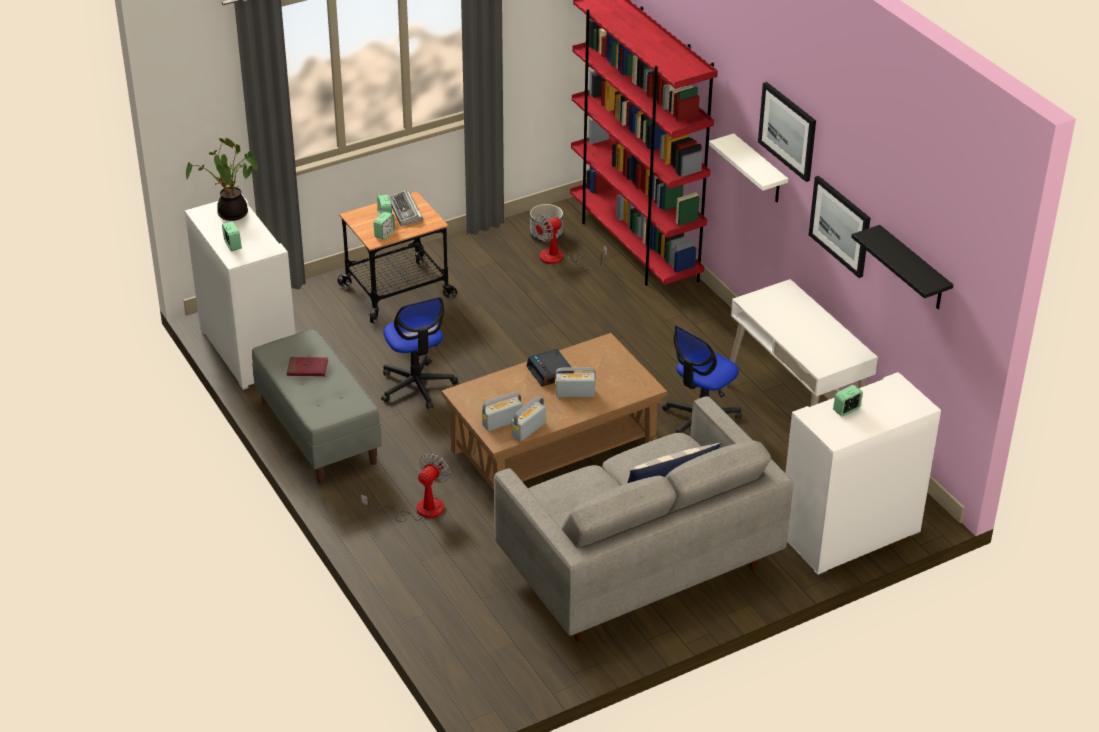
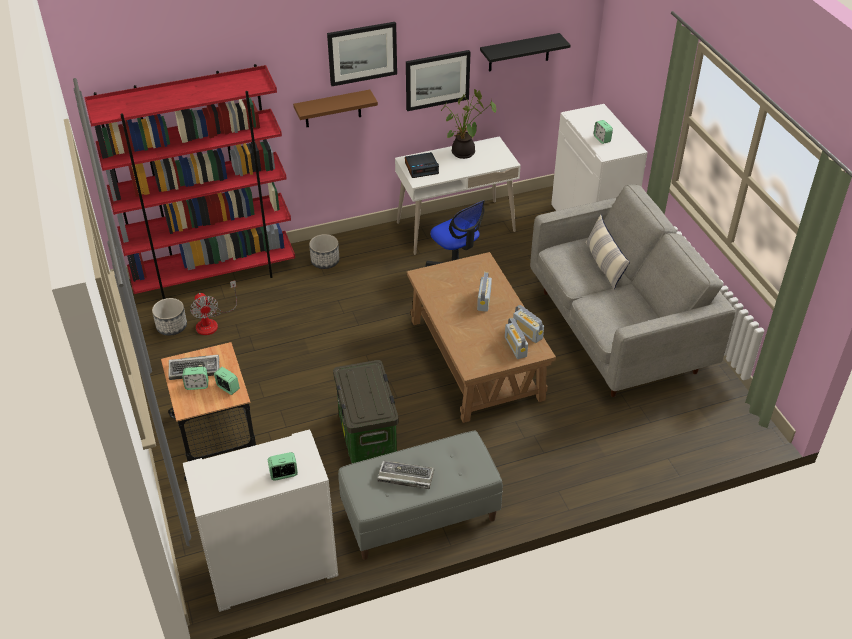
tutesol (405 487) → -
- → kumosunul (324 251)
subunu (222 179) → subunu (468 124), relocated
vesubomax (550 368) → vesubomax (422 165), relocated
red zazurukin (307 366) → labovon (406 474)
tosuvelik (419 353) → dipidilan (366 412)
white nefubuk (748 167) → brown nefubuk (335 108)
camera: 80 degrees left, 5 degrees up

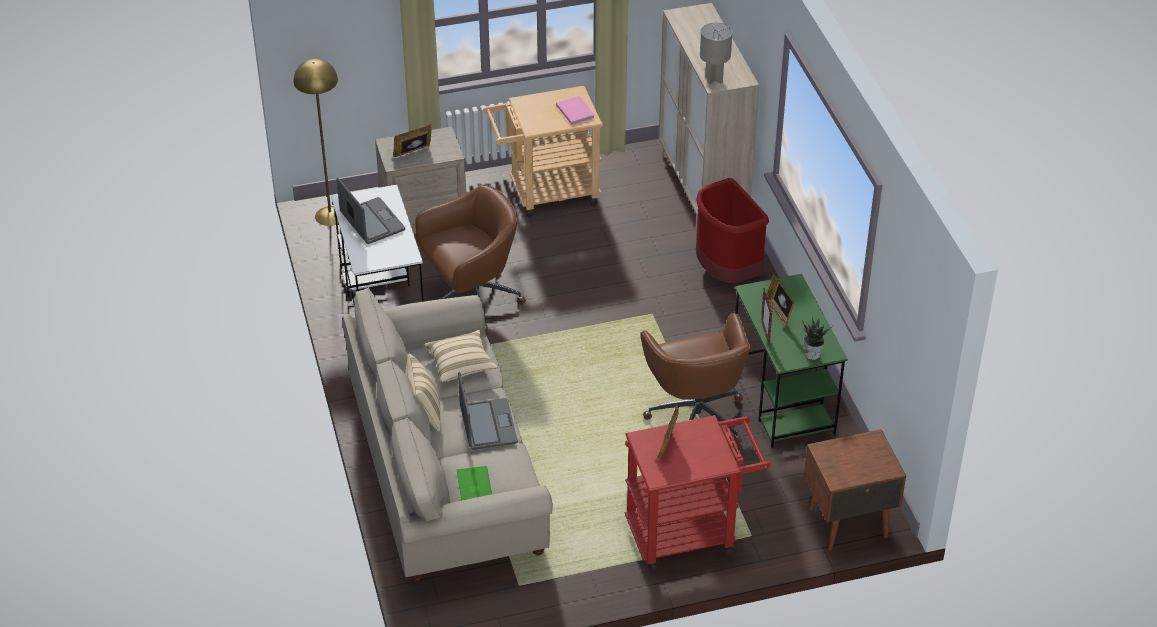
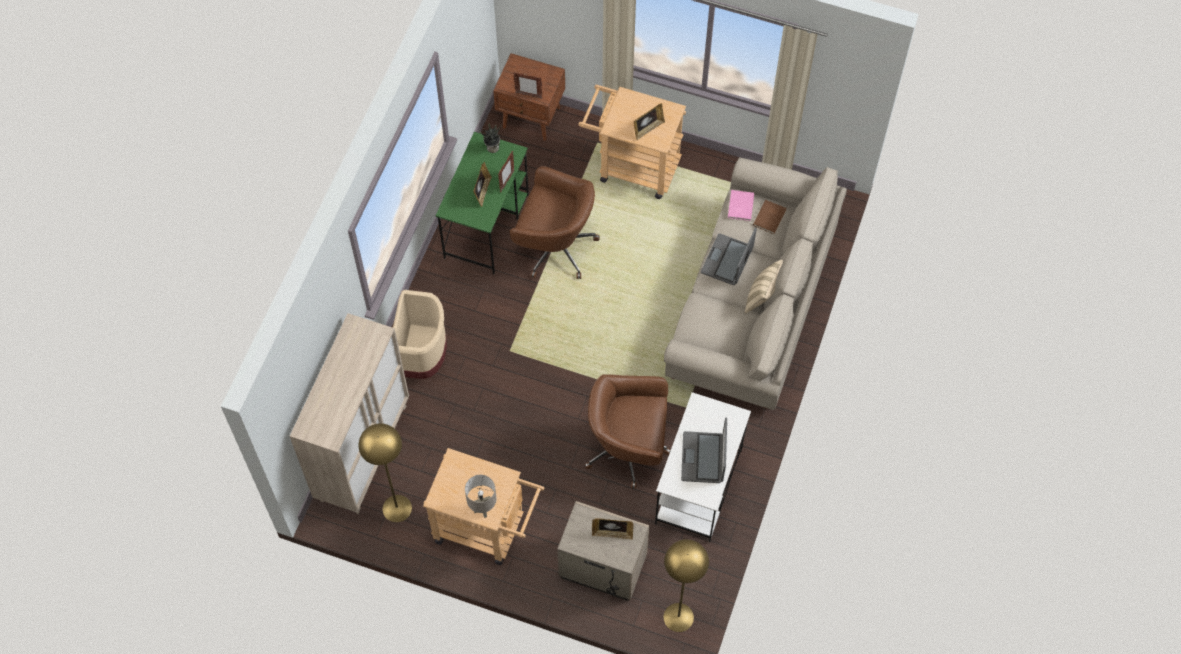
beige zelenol (461 356) → -
- → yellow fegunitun (385 472)
- → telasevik (528 85)
pink zazurukin (575 110) → pink zazurukin (741 205), relocated
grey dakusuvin (716 54) → grey dakusuvin (481 496), relocated
green zazurukin (474 483) → brown zazurukin (770 217)
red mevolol (698 493) → beige mevolol (632 142)
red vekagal (732 230) → beige vekagal (420 334)
brown tosuvelik (695 378) → brown tosuvelik (555 222), 90 degrees clockwise
camera: 145 degrees left, 20 degrees up

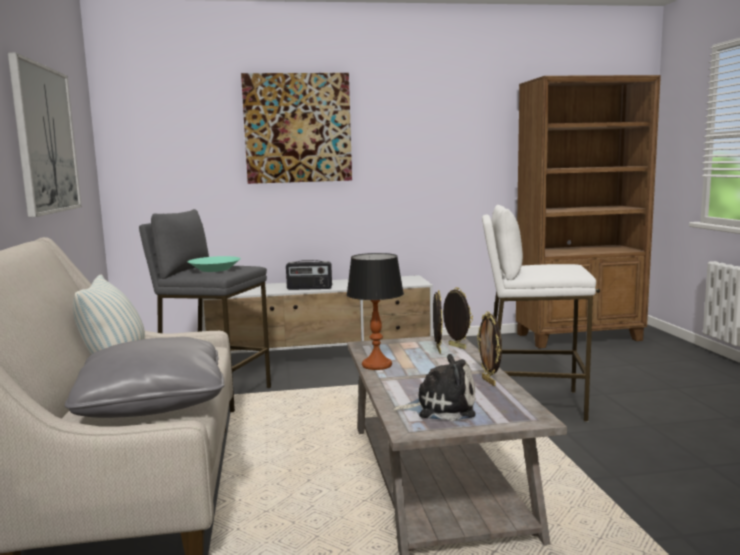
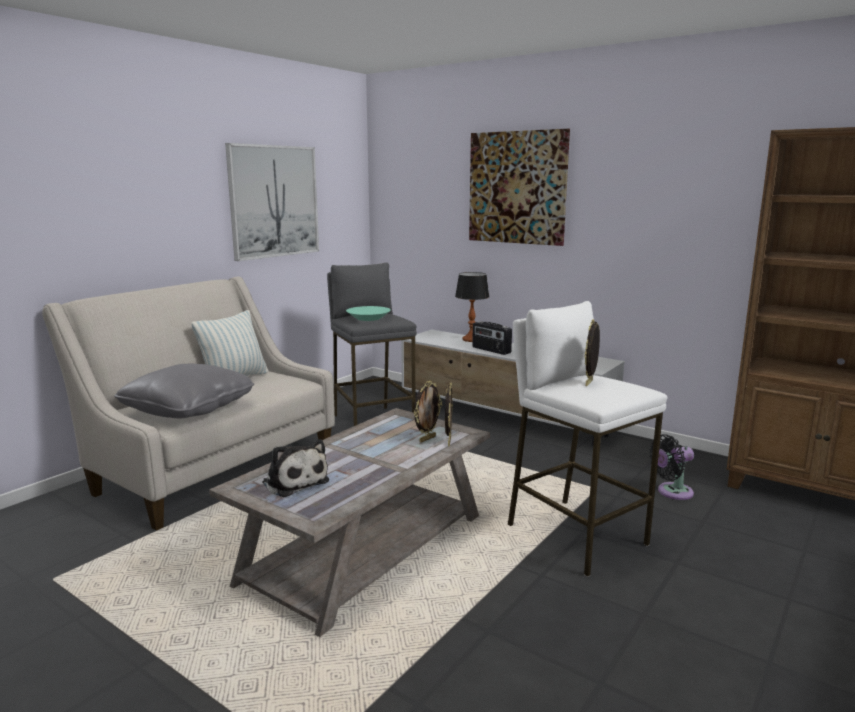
- → black tutesol (672 467)
dakusuvin (375 311) → dakusuvin (472 307), relocated
telasevik (489 348) → telasevik (592 352), relocated
camera: 45 degrees right, 5 degrees up

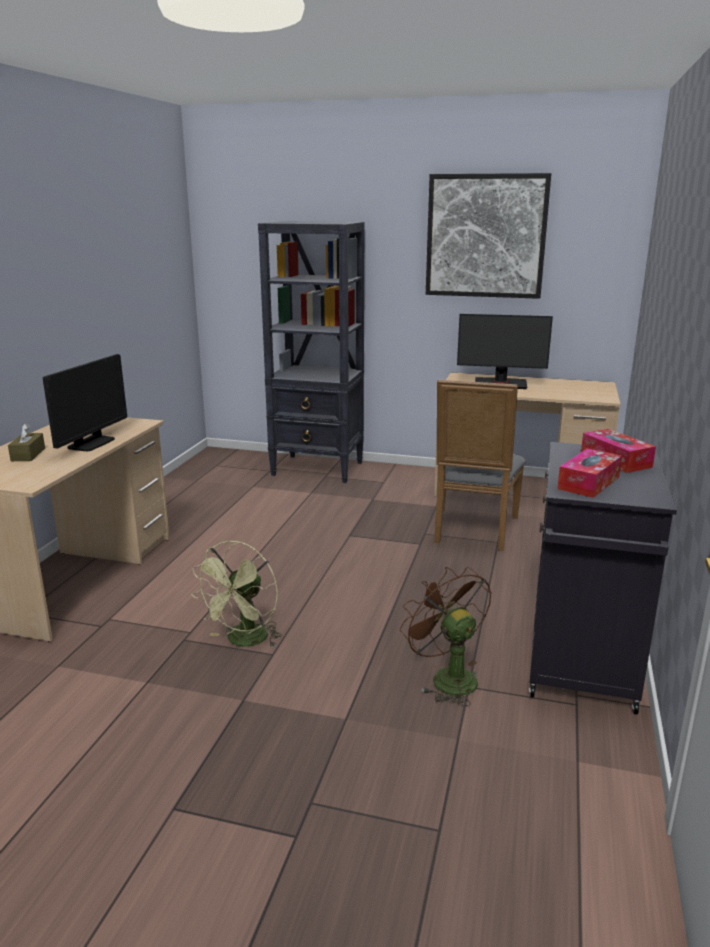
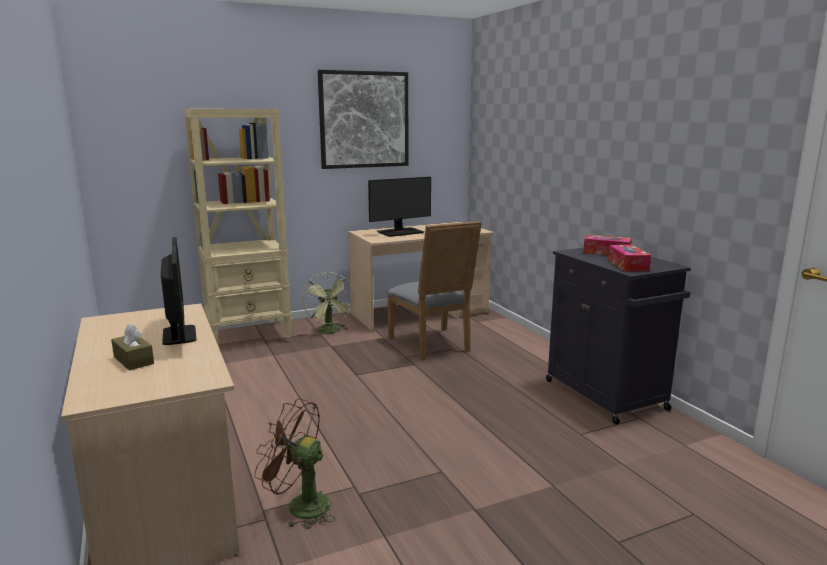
green tutesol (236 594) → green tutesol (328 303), relocated
brown tutesol (445 636) → brown tutesol (294 463), relocated
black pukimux (311 352) → beige pukimux (237 228)
camera: 40 degrees left, 5 degrees down

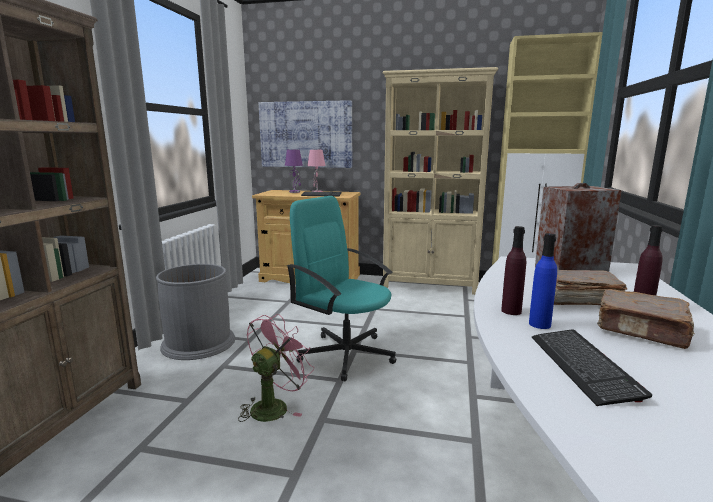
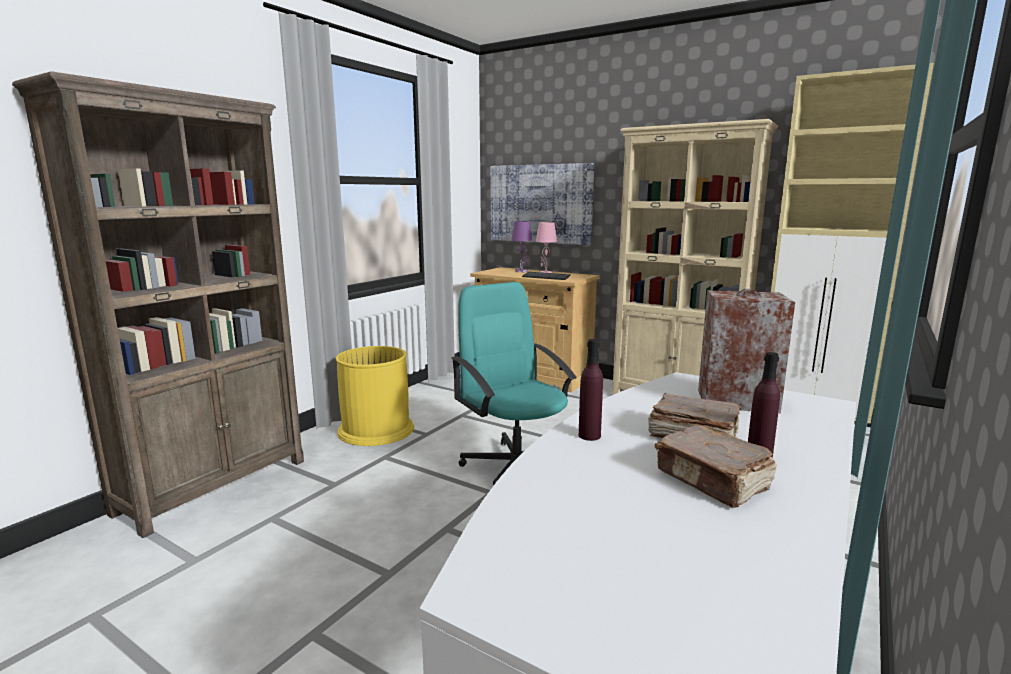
pink tutesol (276 368) → -
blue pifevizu (543 281) → -
labovon (592 368) → -
grey vekagal (195 312) → yellow vekagal (375 396)
camera: 20 degrees right, 0 degrees up

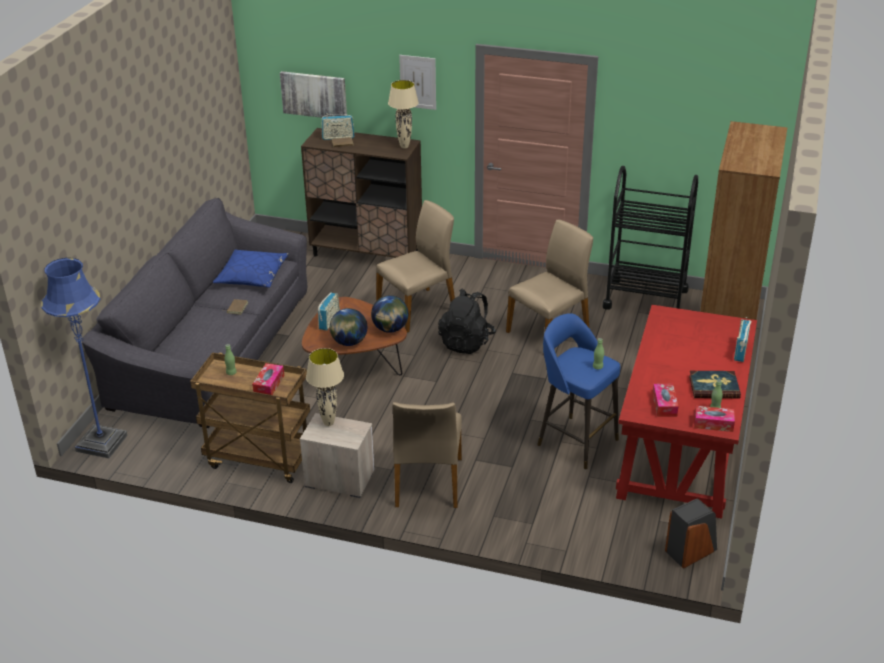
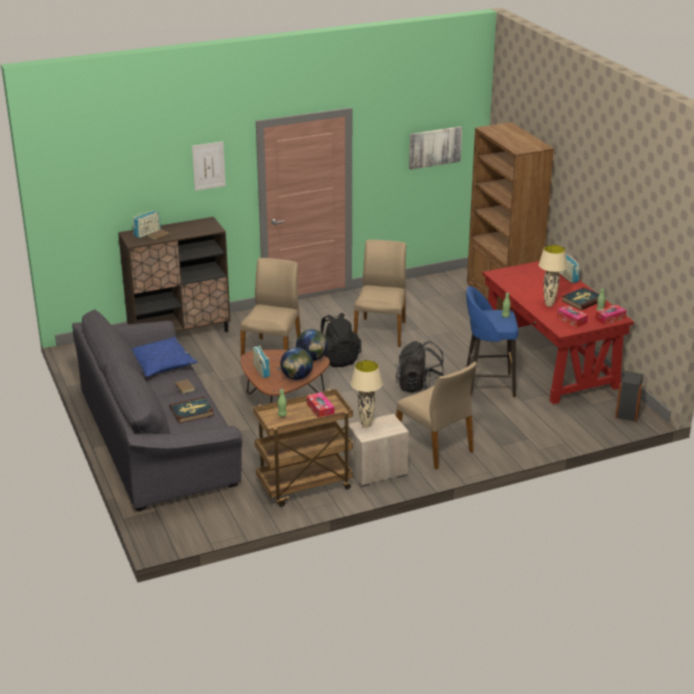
blue fegunitun (84 358) → -
black mevolol (650 238) → -
- → zazurukin (192 410)
- → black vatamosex (420 366)
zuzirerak (313 94) → zuzirerak (435 148), relocated
beige dakusuvin (403 114) → beige dakusuvin (553 276), relocated
camera: 40 degrees left, 5 degrees down

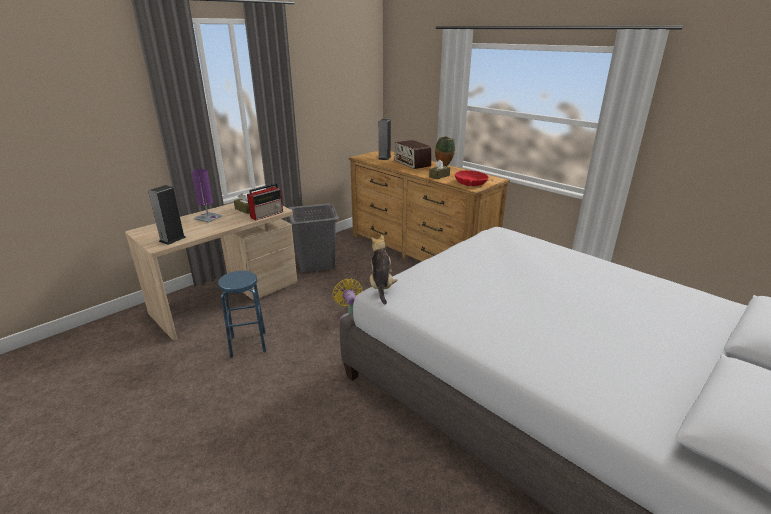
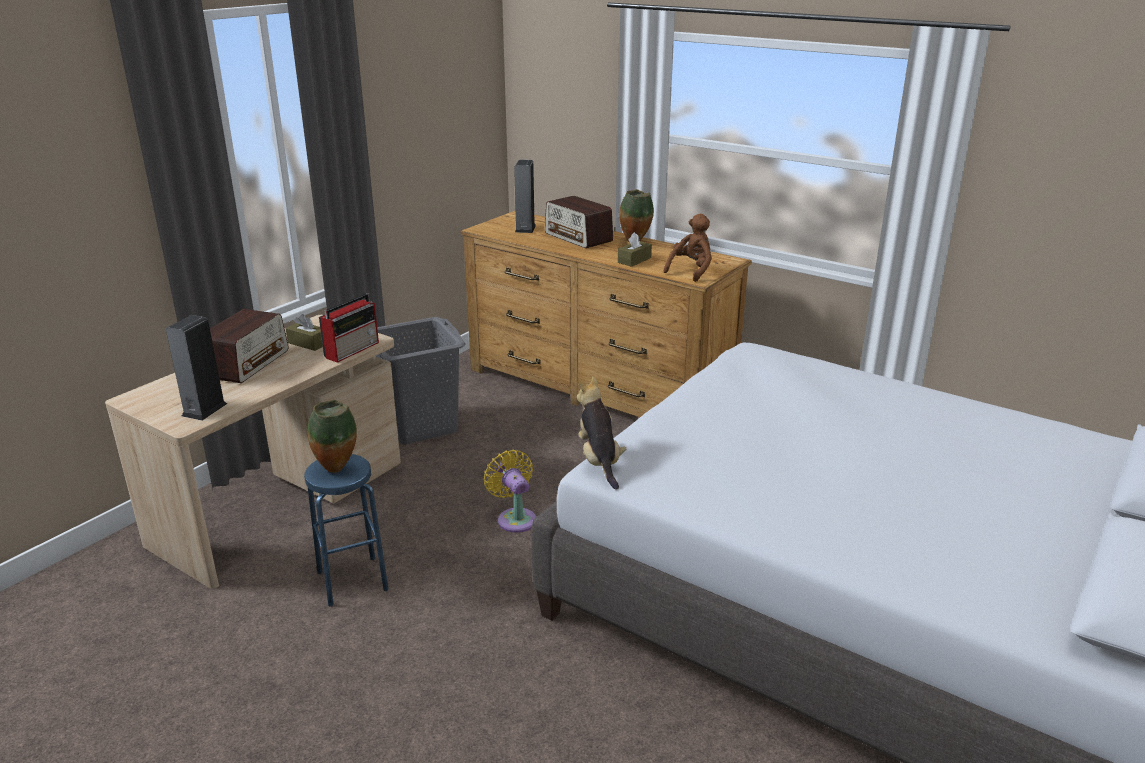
- → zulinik (332 436)
purple dakusuvin (206 196) → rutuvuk (249 346)
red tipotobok (471 178) → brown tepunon (687 248)
camera: 10 degrees left, 0 degrees up

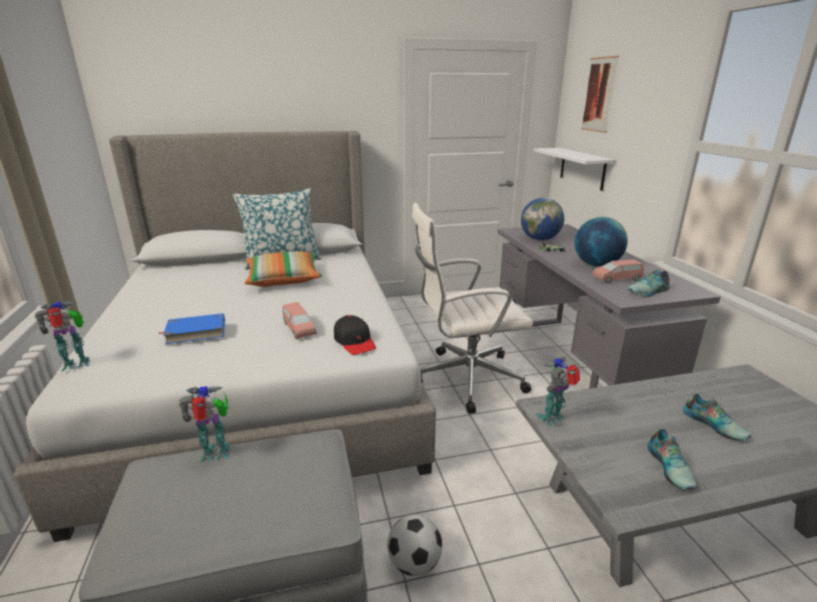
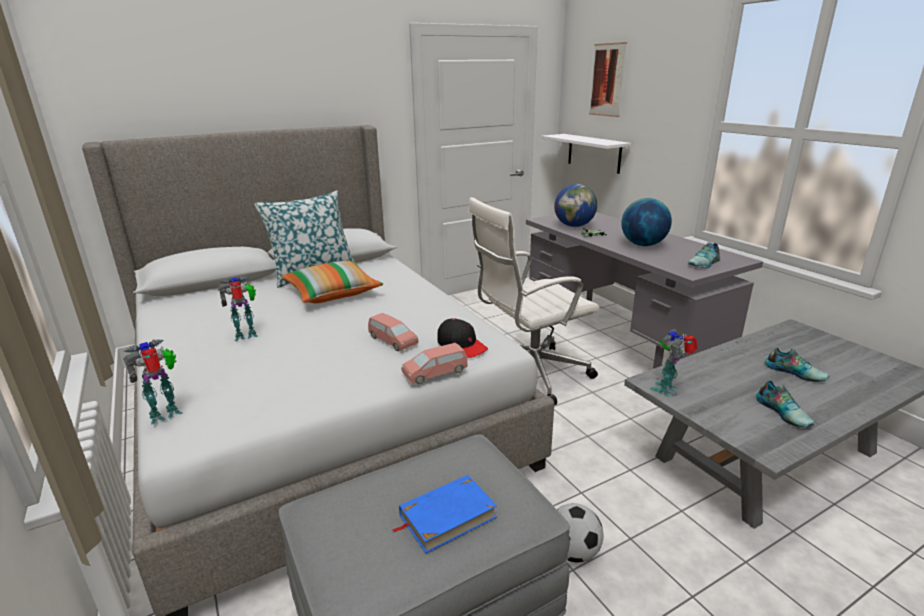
blue zazurukin (192 328) → blue zazurukin (444 514), relocated
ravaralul (204 423) → ravaralul (238 308), relocated
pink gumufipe (618 271) → pink gumufipe (434 363), relocated
camera: 15 degrees left, 0 degrees up

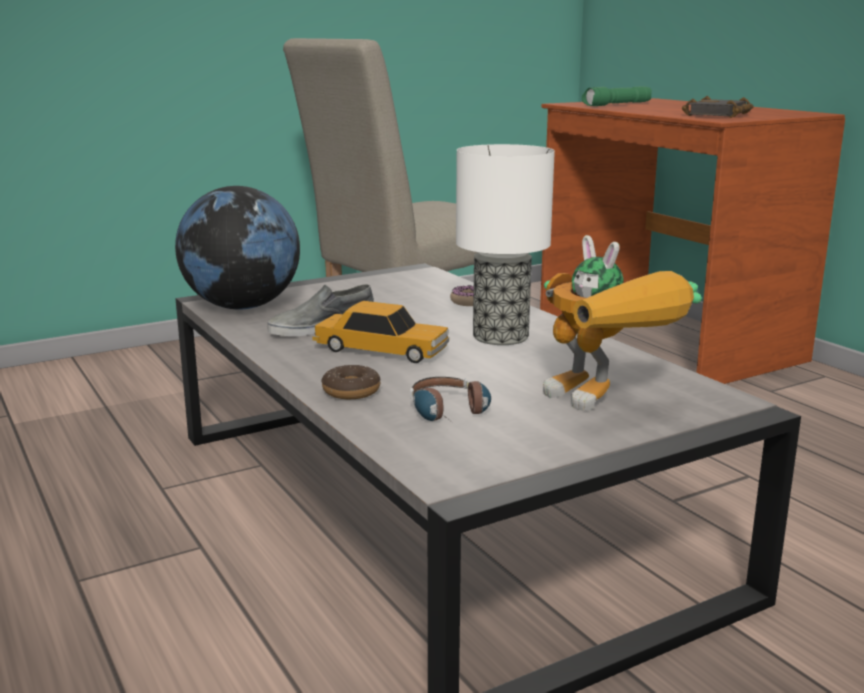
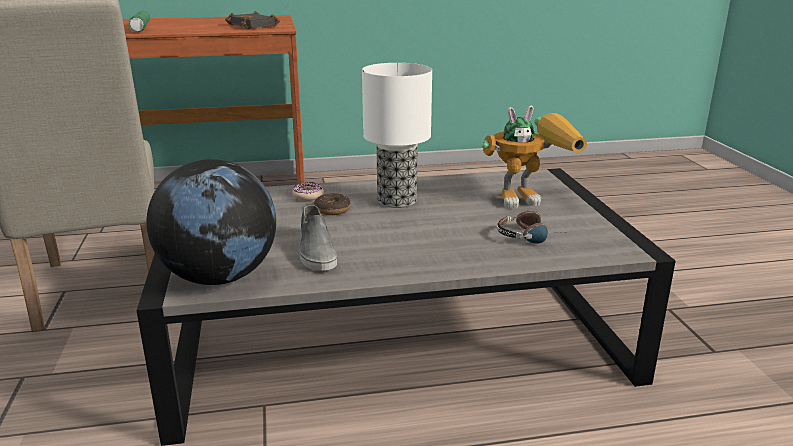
gumufipe (380 332) → -
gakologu (350 382) → gakologu (332 204), relocated
camera: 70 degrees left, 5 degrees up

